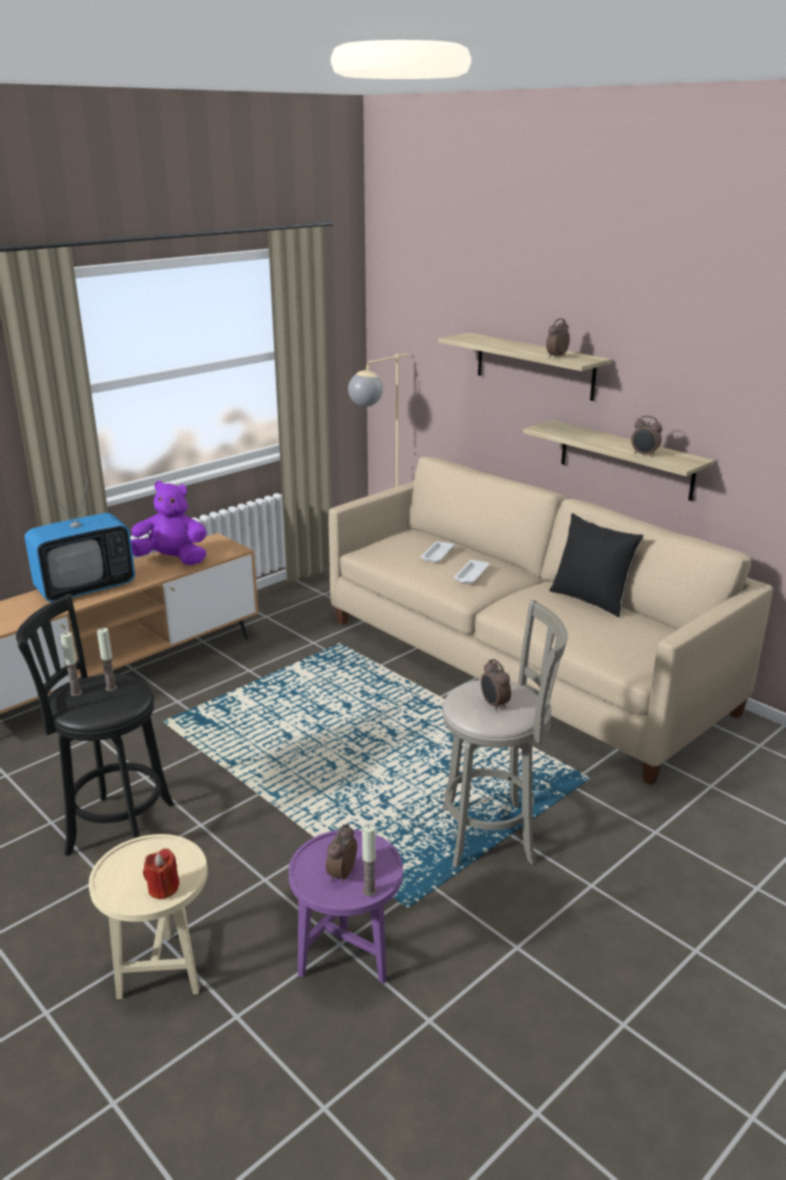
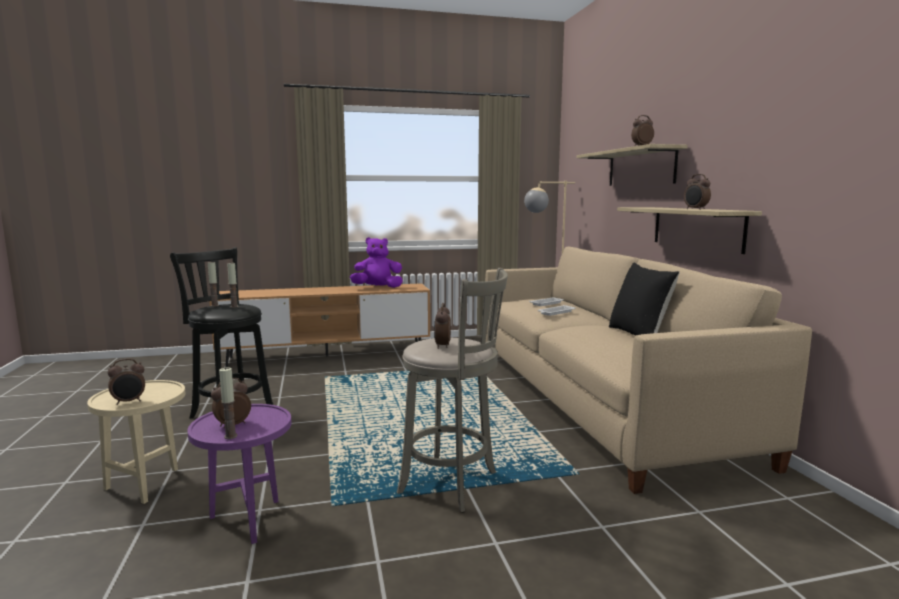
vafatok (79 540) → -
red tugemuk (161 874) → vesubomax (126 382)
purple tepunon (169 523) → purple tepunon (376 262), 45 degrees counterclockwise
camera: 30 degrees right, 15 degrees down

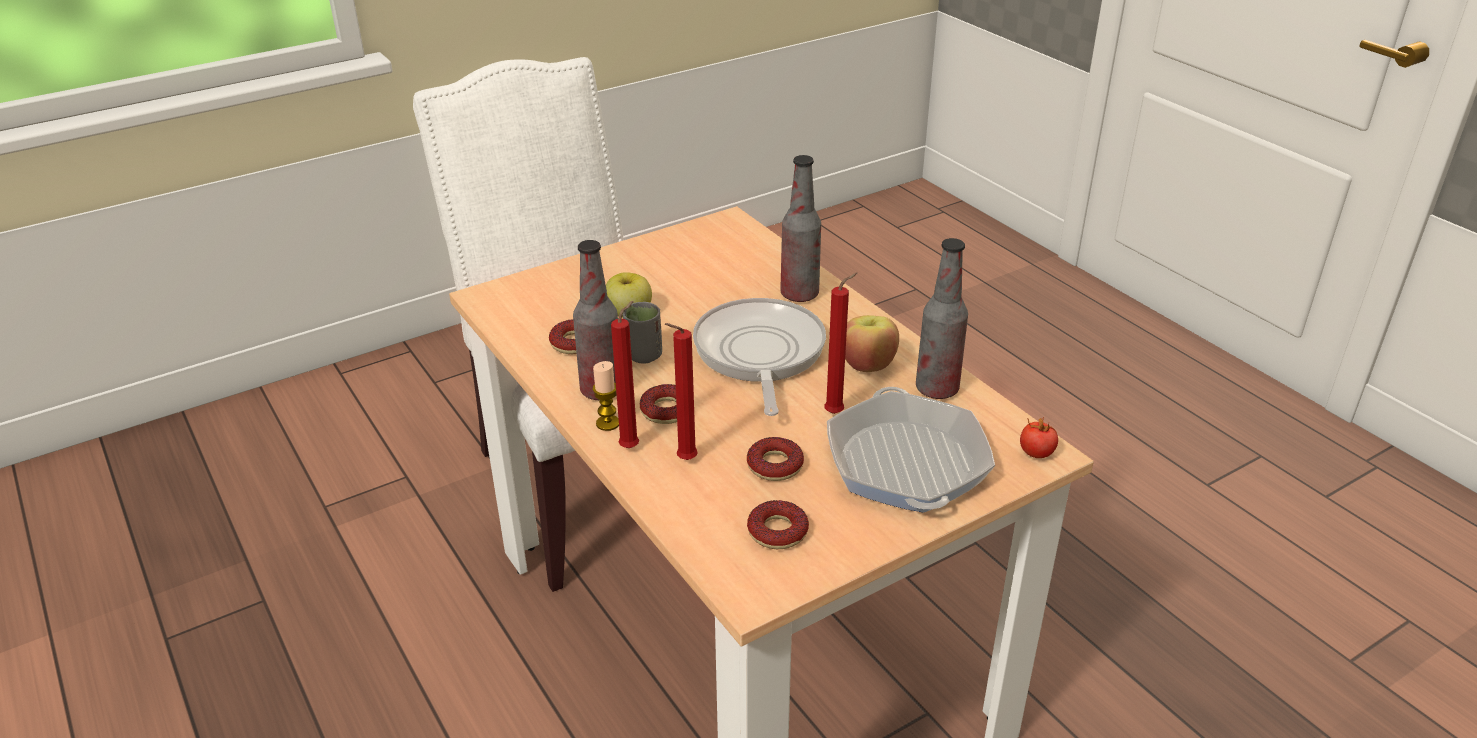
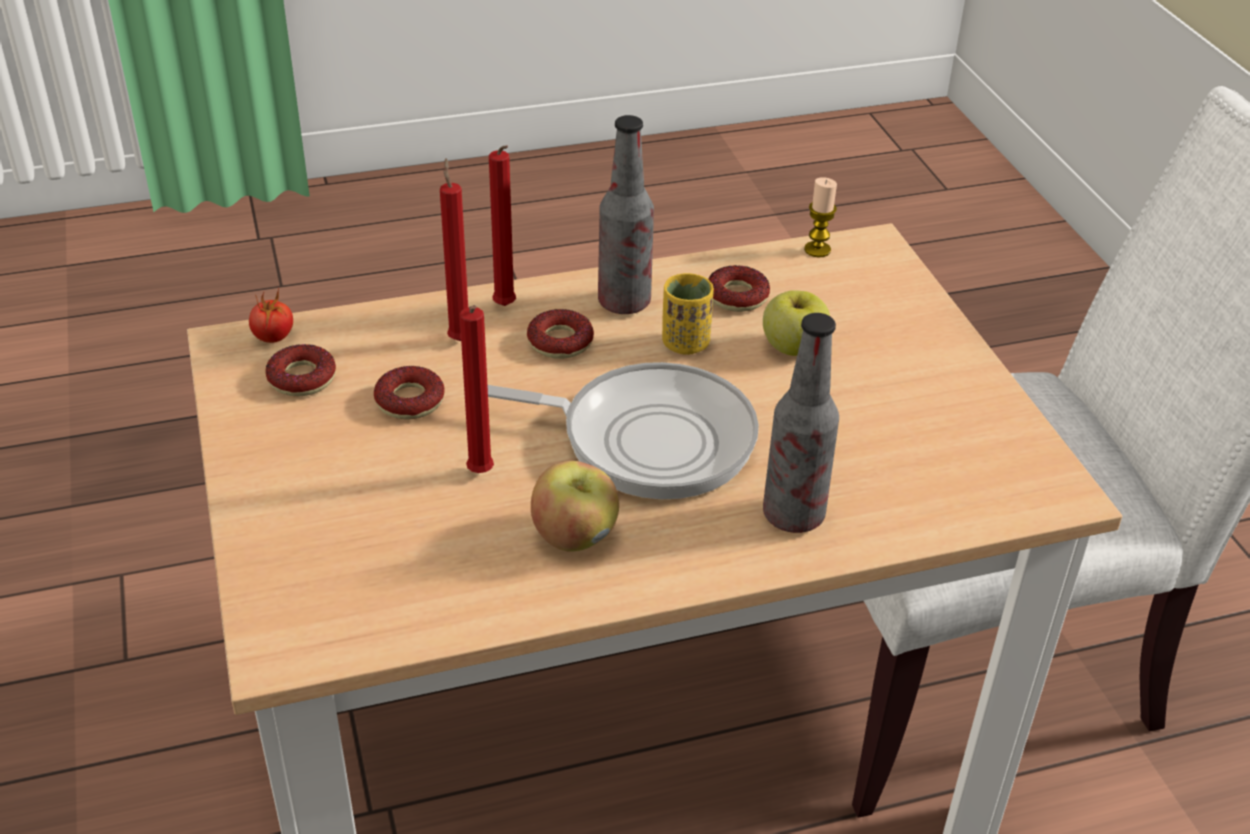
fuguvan (911 450) → -
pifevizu (942 318) → -
tugemuk (606 396) → tugemuk (820 217), relocated
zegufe (1039 437) → zegufe (271 316), relocated
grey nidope (642 333) → yellow nidope (688 314)
camera: 105 degrees right, 5 degrees up

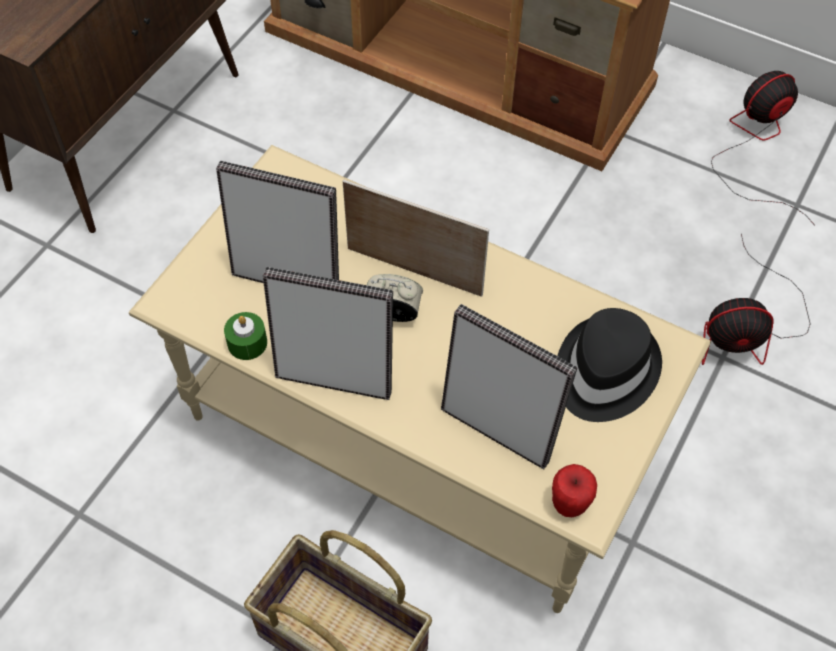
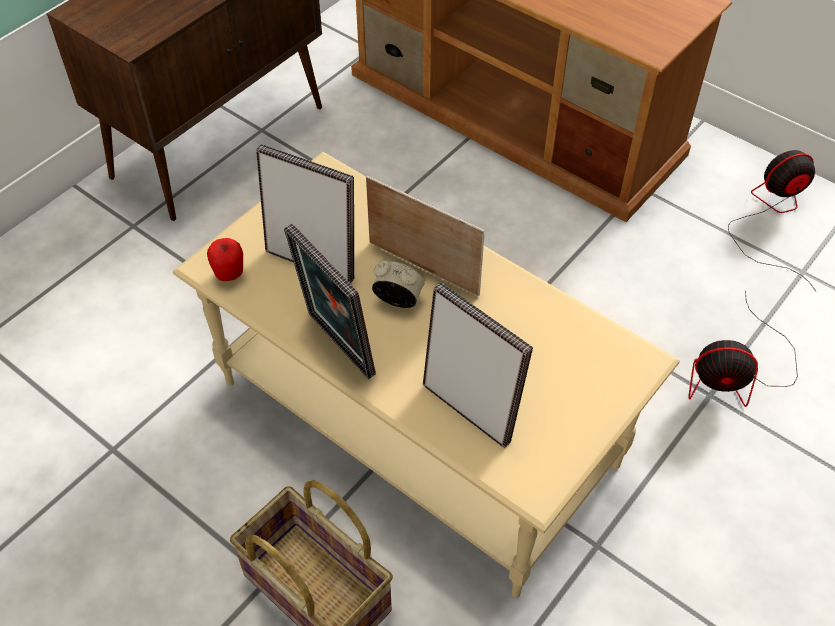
green tugemuk (245 336) → -
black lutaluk (609 365) → -
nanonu (574 490) → nanonu (225 259), relocated
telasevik (328 333) → telasevik (330 301), 150 degrees counterclockwise
camera: 10 degrees right, 5 degrees down

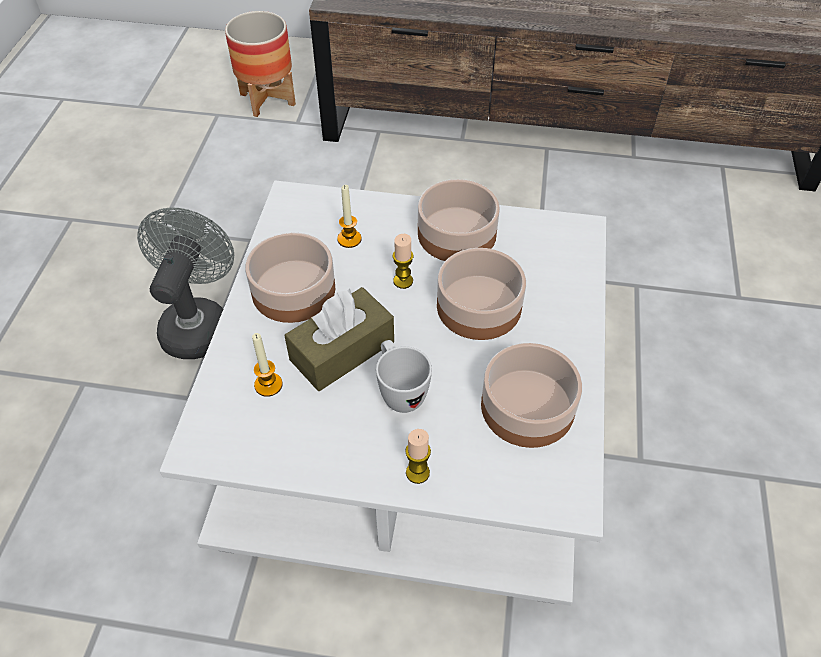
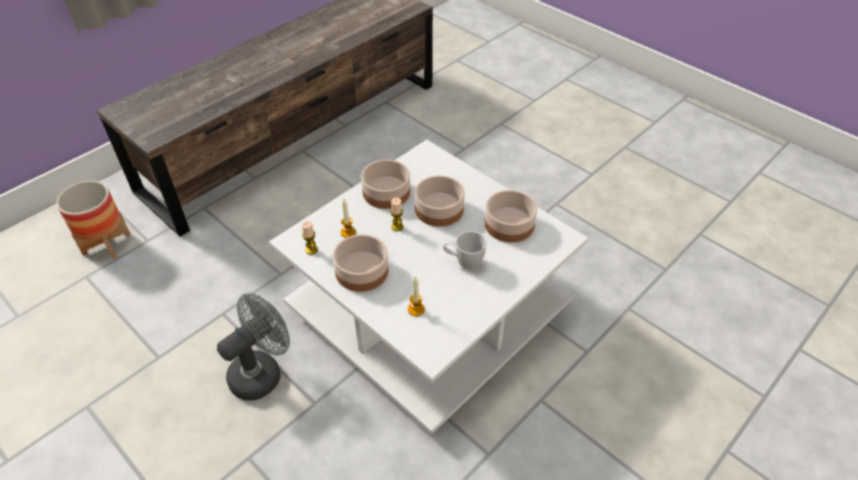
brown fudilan (339 339) → -
tugemuk (418 456) → tugemuk (310 238), relocated
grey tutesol (185 283) → grey tutesol (253 347), 90 degrees clockwise
camera: 55 degrees left, 5 degrees down

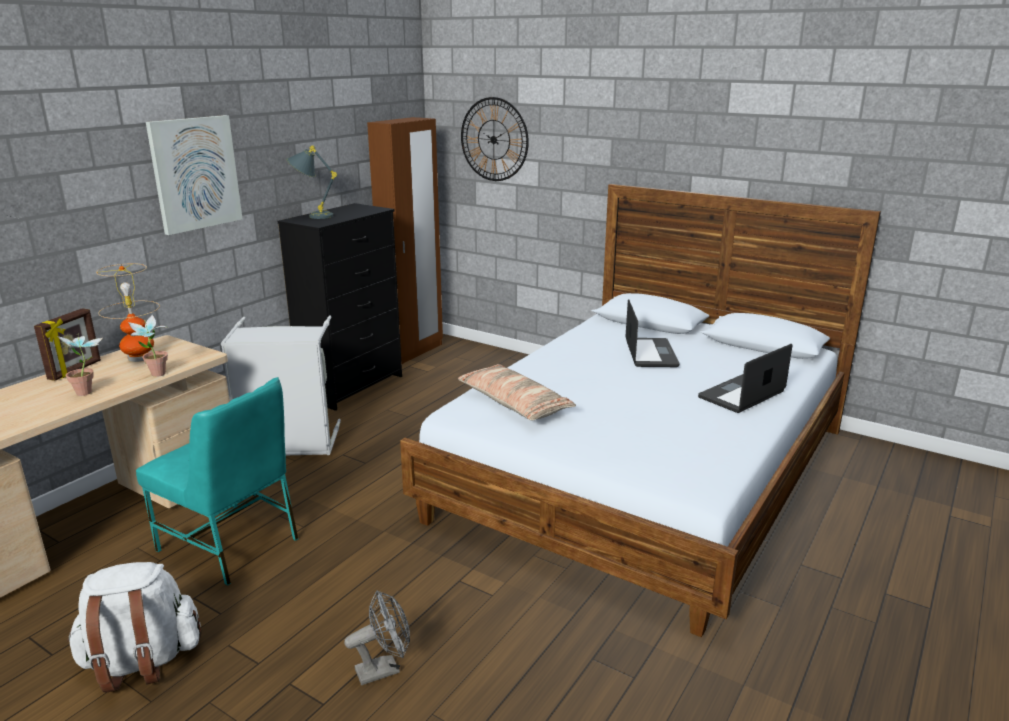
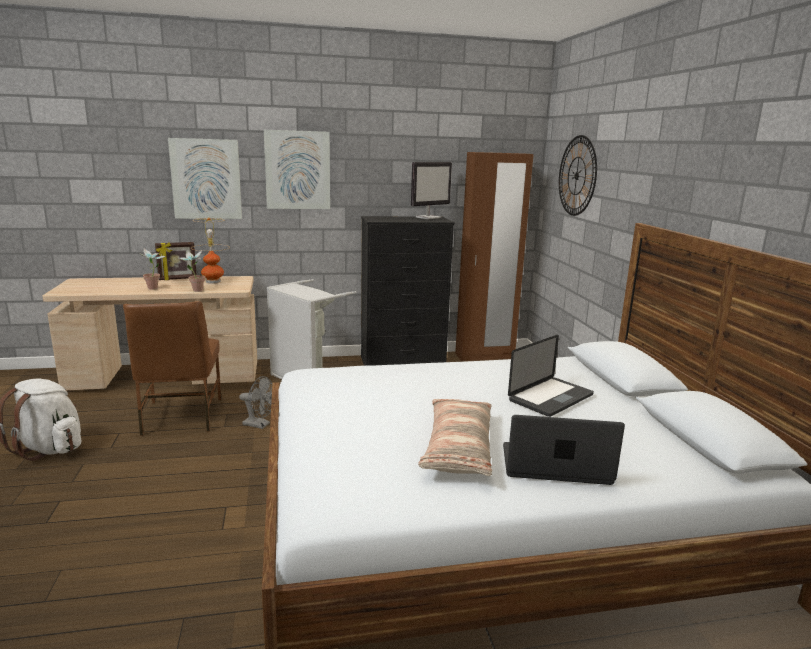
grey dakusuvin (311 182) → -
- → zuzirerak (205 178)
- → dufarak (431 190)
grey tutesol (377 637) → grey tutesol (255 402), relocated
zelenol (517 392) → zelenol (455 437), relocated
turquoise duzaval (217 481) → brown duzaval (172 368)
camera: 45 degrees right, 5 degrees down

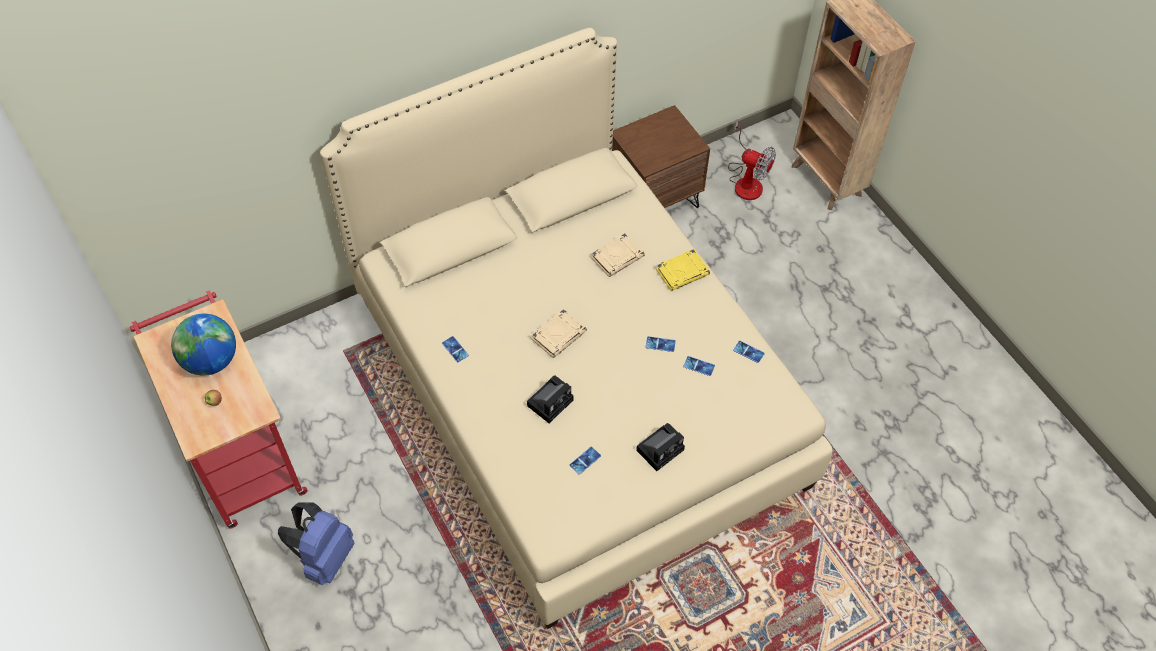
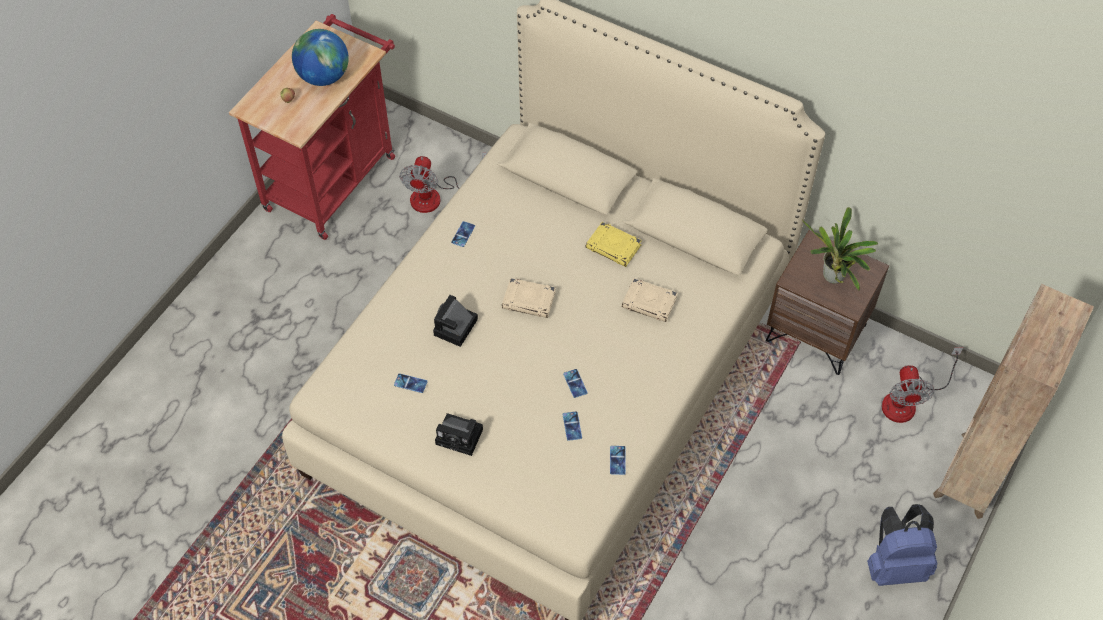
- → tutesol (443 182)
- → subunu (840 249)
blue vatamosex (316 543) → blue vatamosex (902 545), relocated
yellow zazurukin (683 270) → yellow zazurukin (614 244), relocated
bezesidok (550 399) → bezesidok (455 321), 105 degrees clockwise
camera: 60 degrees right, 0 degrees up

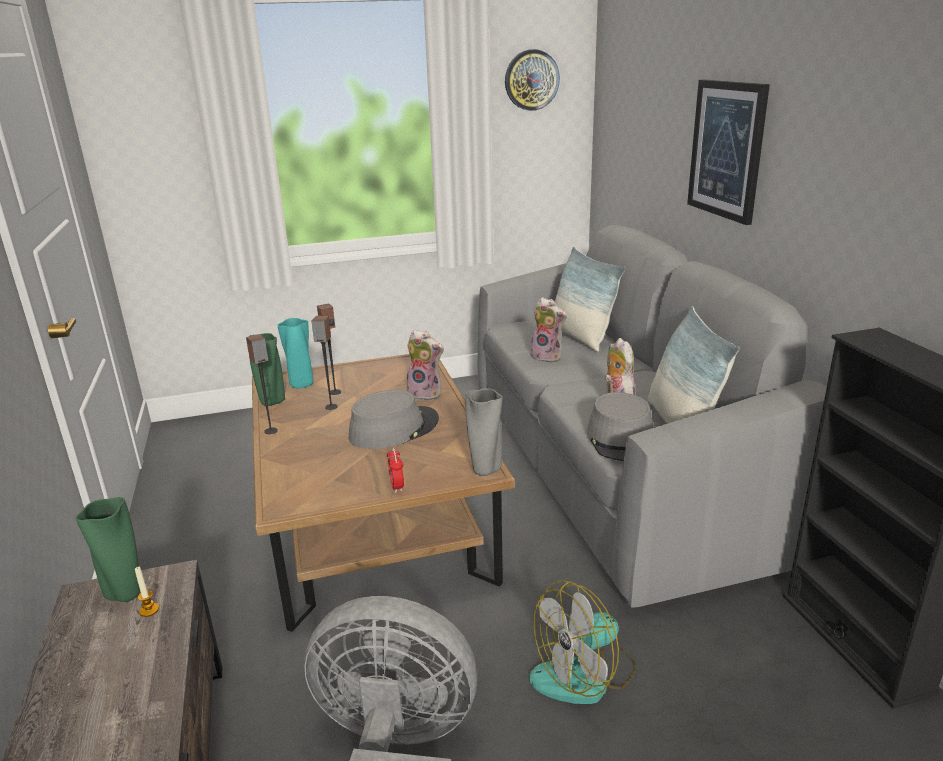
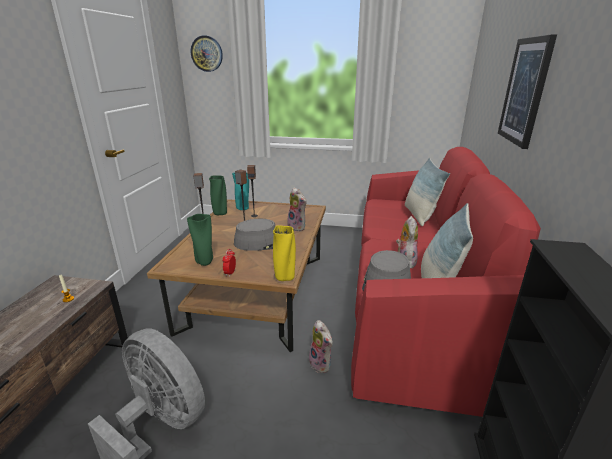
tutesol (582 642) → -
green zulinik (107 549) → green zulinik (200 240), relocated
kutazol (532 80) → kutazol (207 53), relocated
tepunon (547 330) → tepunon (321 346), relocated
grey zulinik (484 432) → yellow zulinik (284 253)
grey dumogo (652 416) → red dumogo (446 282)
camera: 25 degrees right, 0 degrees up

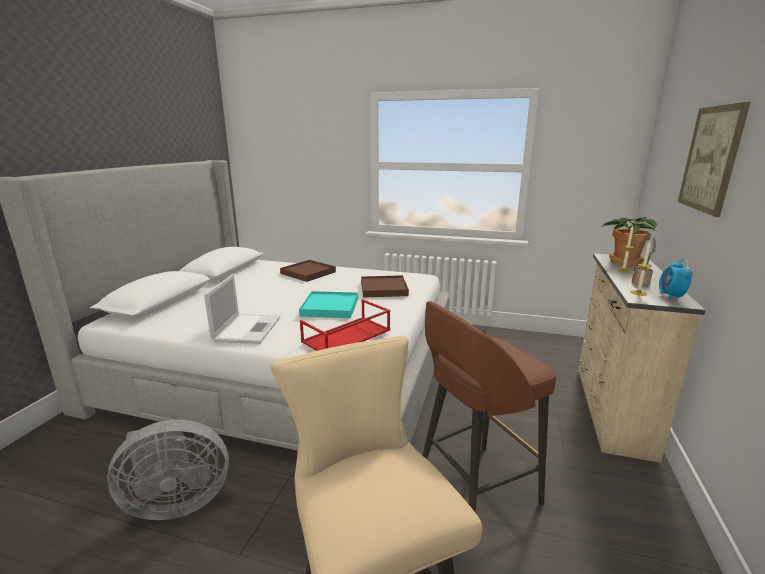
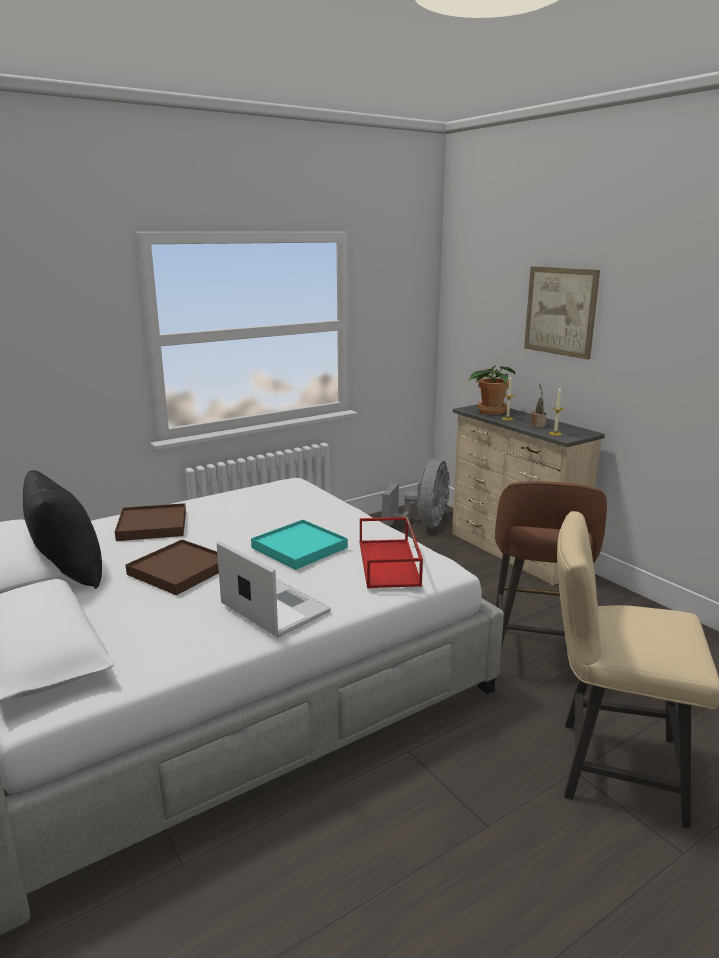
vesubomax (676 279) → -
- → black zelenol (62 529)
grey tutesol (168 470) → grey tutesol (416 493), relocated
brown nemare (385 286) → brown nemare (172 567), relocated
camera: 50 degrees left, 0 degrees up

